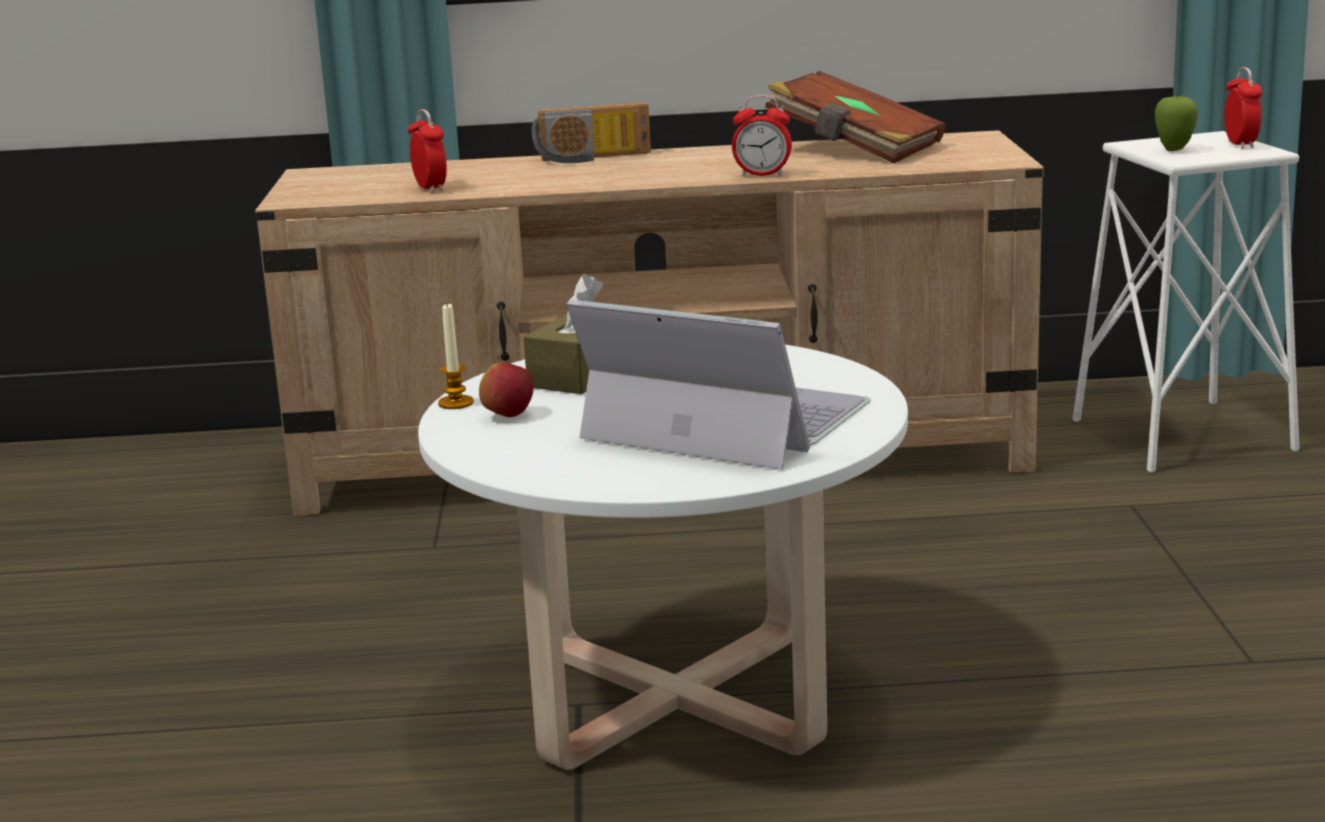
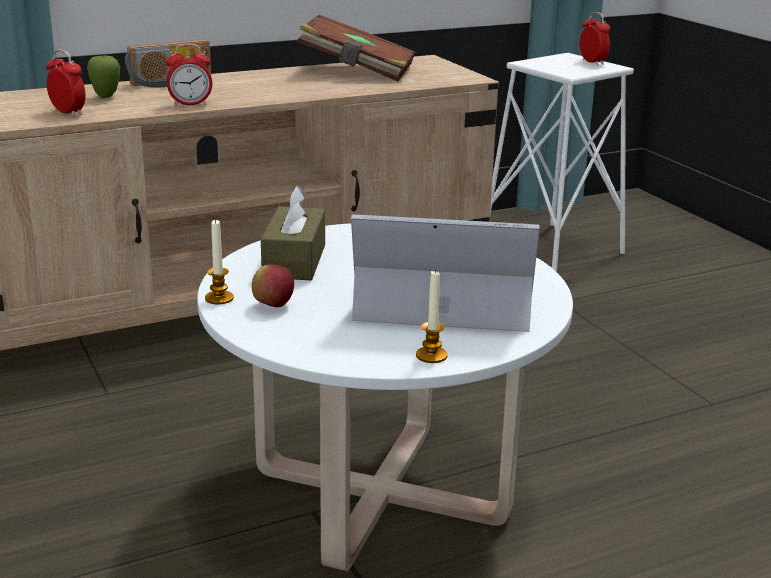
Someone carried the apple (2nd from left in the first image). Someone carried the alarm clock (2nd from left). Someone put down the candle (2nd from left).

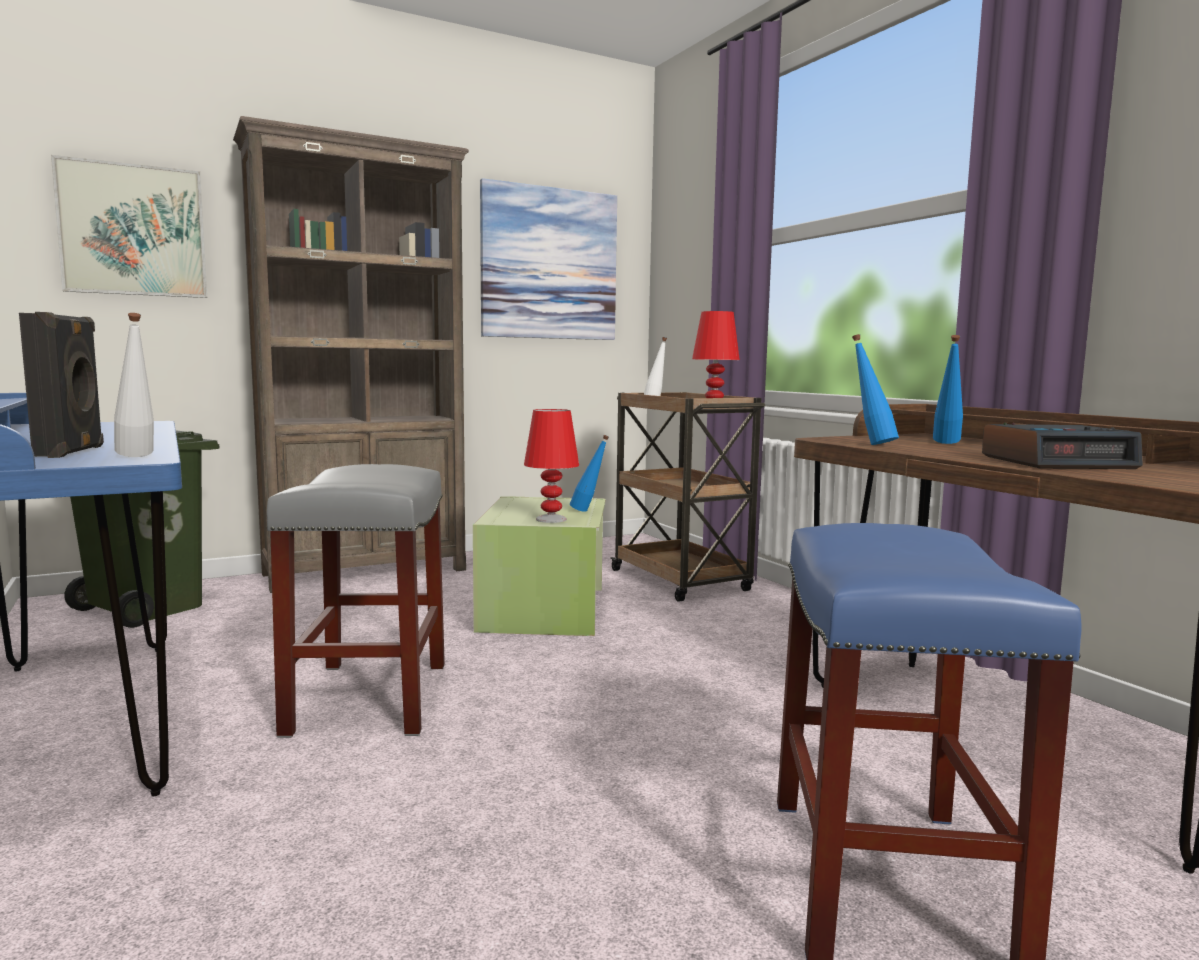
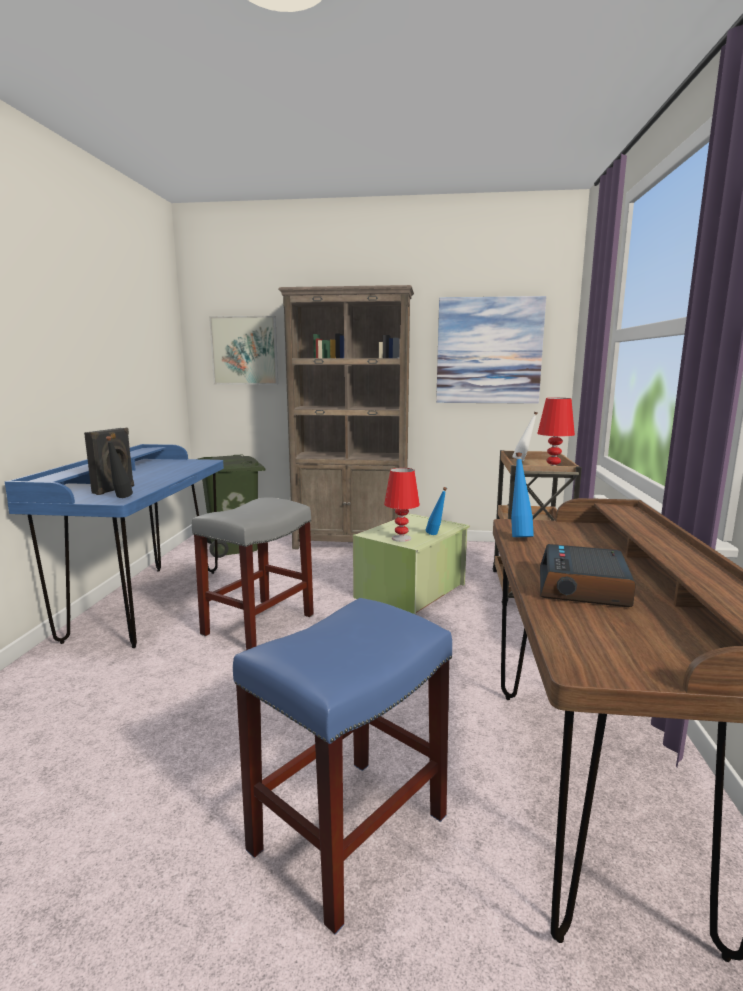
Someone repainted the white bottle (1st from left), which became the black bottle. Someone rotated the alarm clock by 75 degrees clockwise. Someone took away the blue bottle (3rd from left).

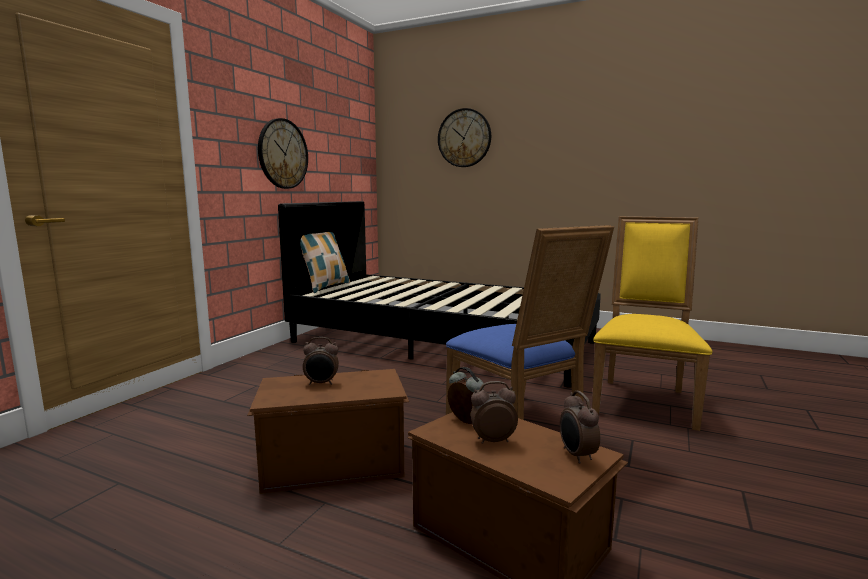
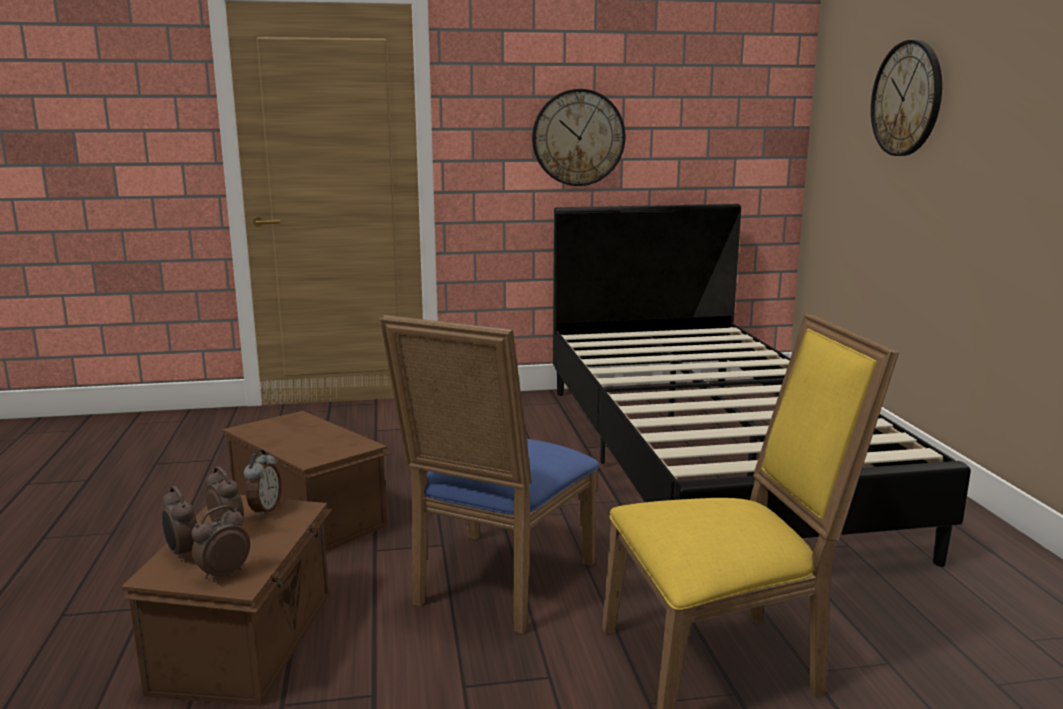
Someone carried the alarm clock (1st from left). Someone took away the pillow.

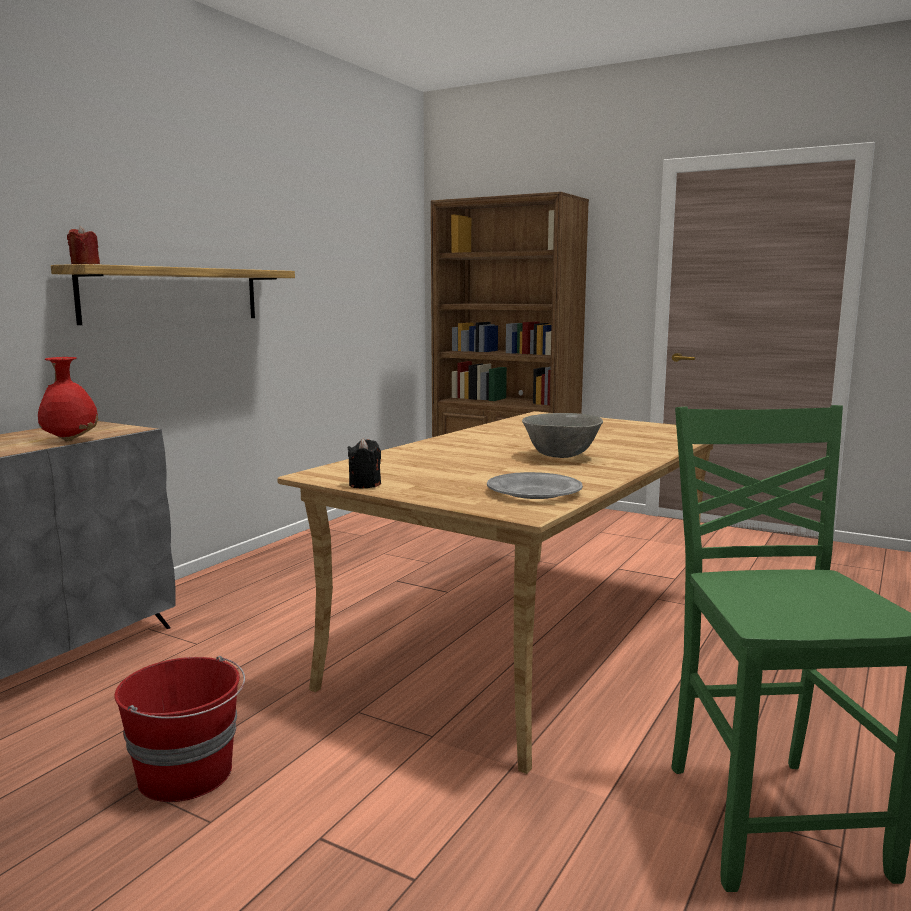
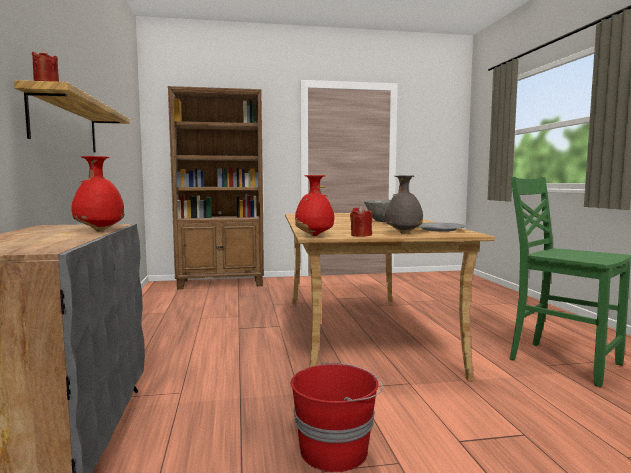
Someone put down the red vase (2nd from left). Someone repainted the black candle, which became the red candle (2nd from left). Someone put down the grey vase.

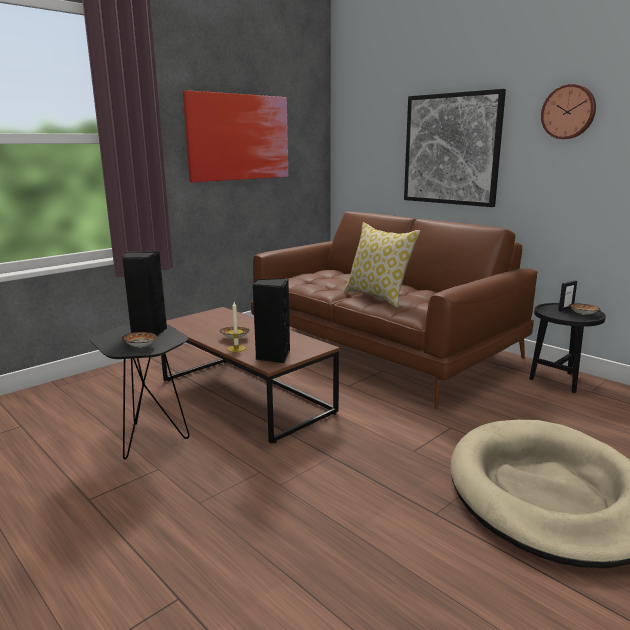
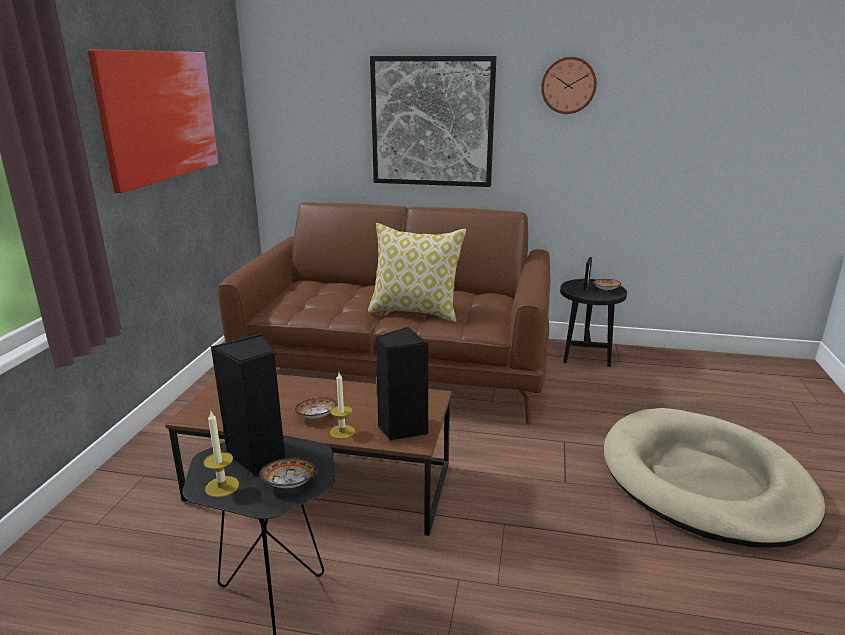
Someone put down the candle (1st from left).

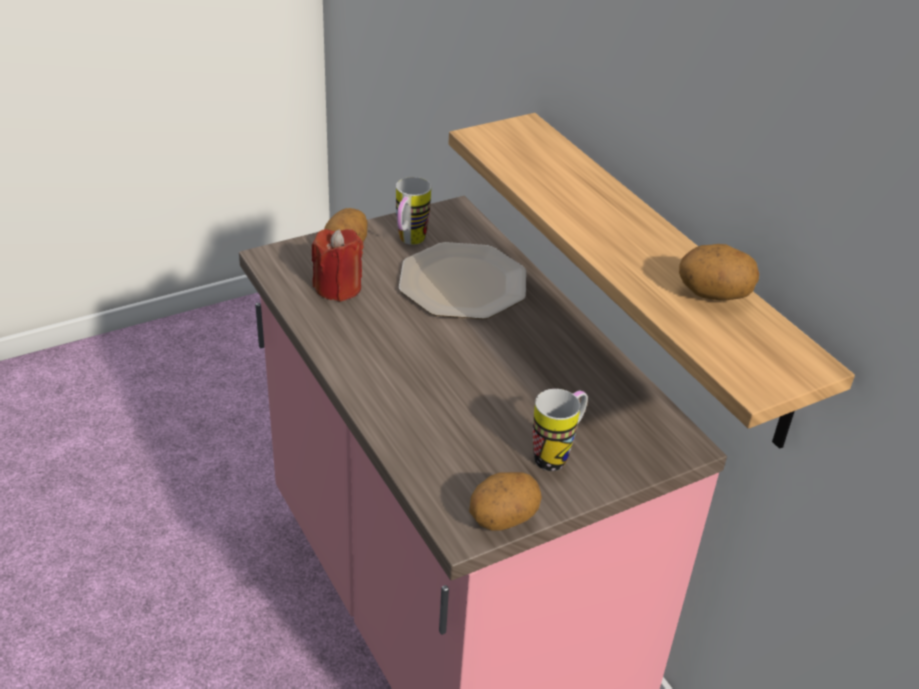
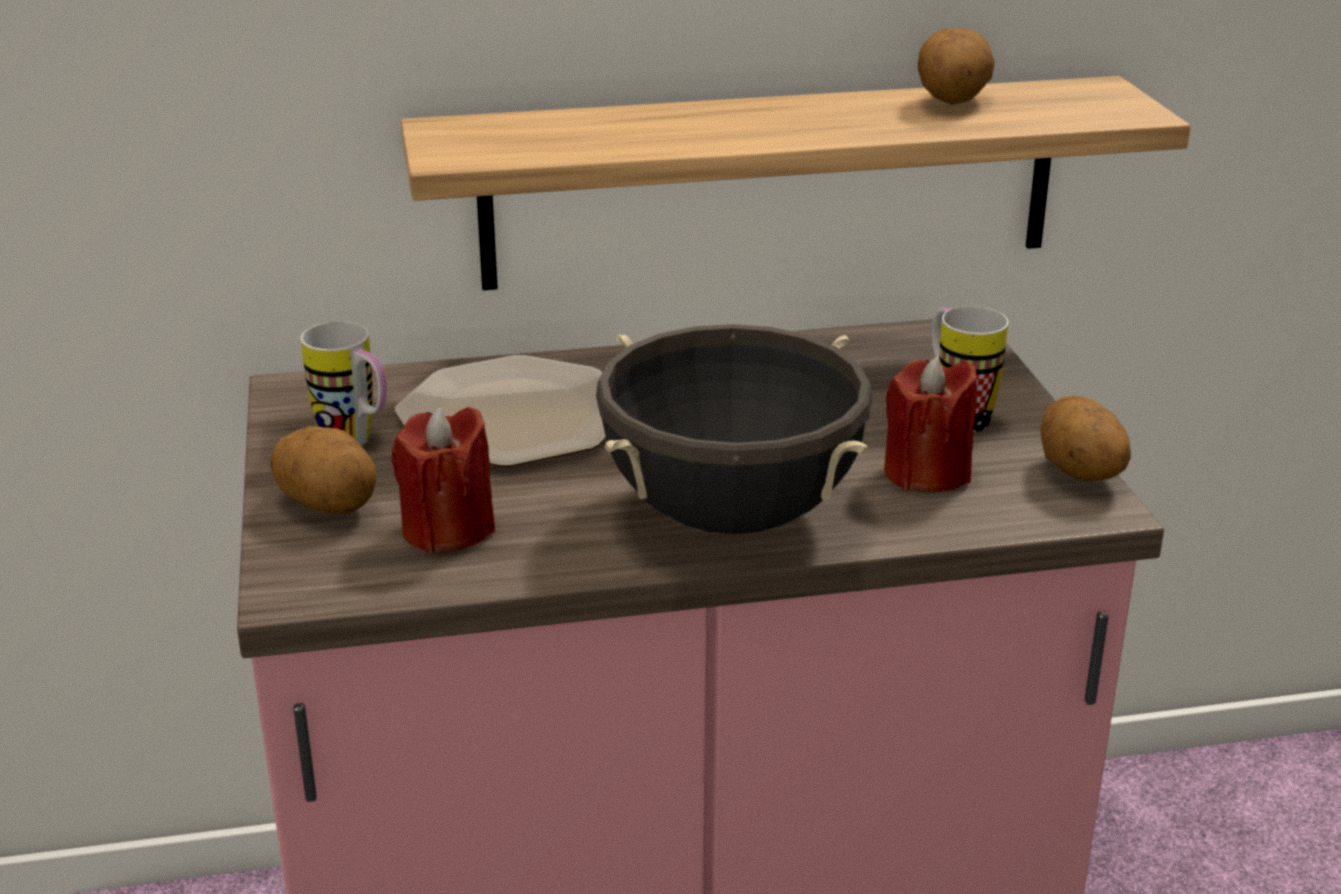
Someone put down the black cooking pot. Someone put down the red candle (2nd from left).

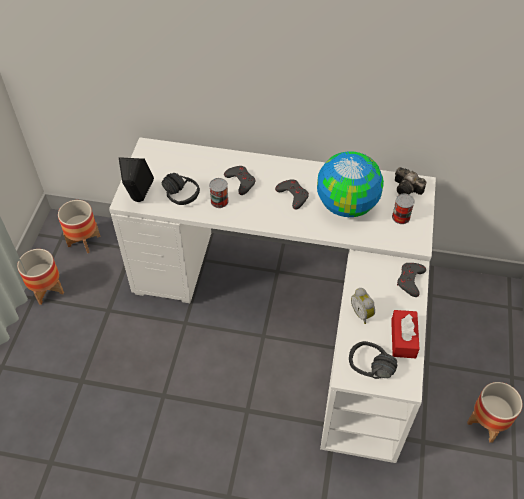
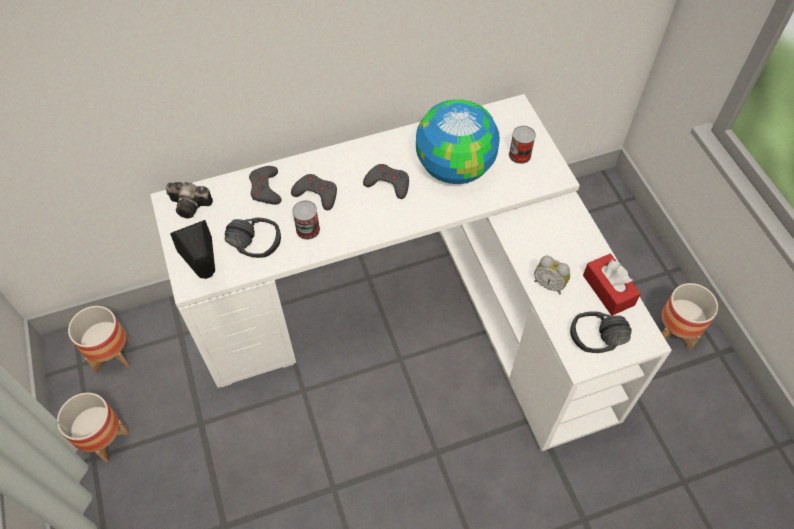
Someone carried the photo camera. Someone carried the grey game controller (3rd from left in the first image).

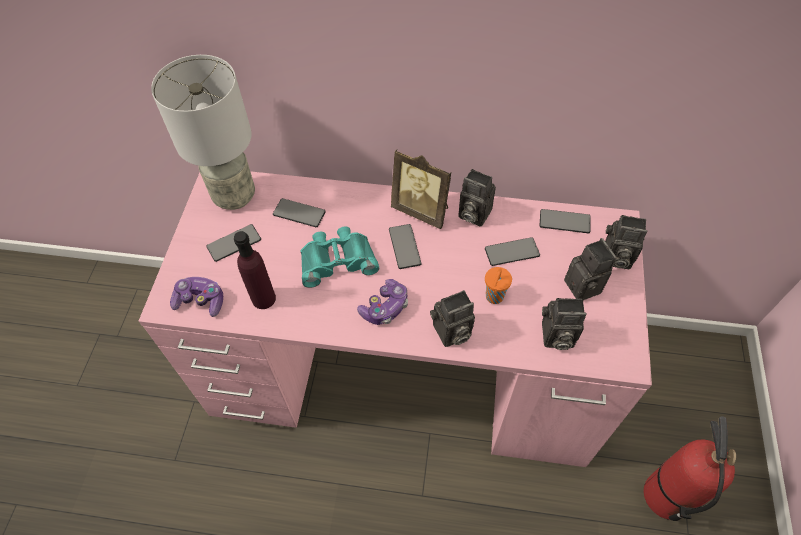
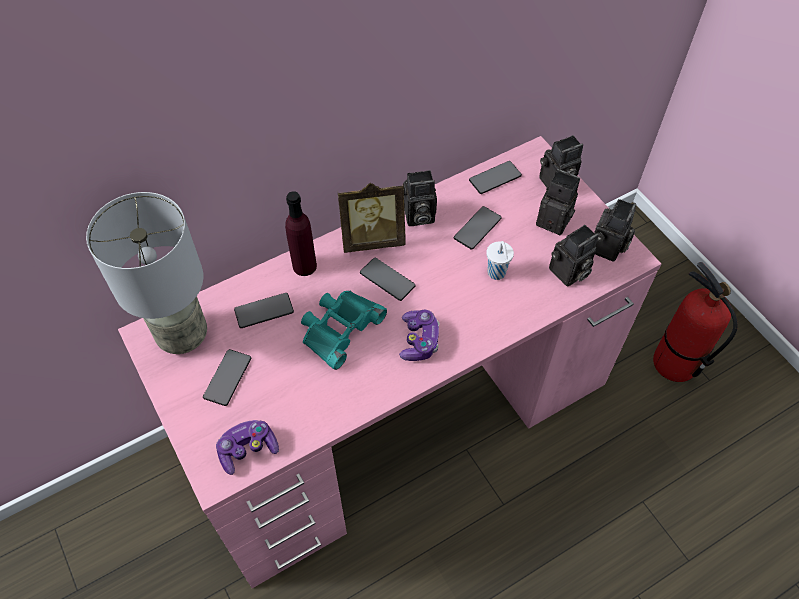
Someone carried the purple bottle. Someone repainted the orange cup, which became the white cup. Someone carried the photo camera (1st from left in the first image).

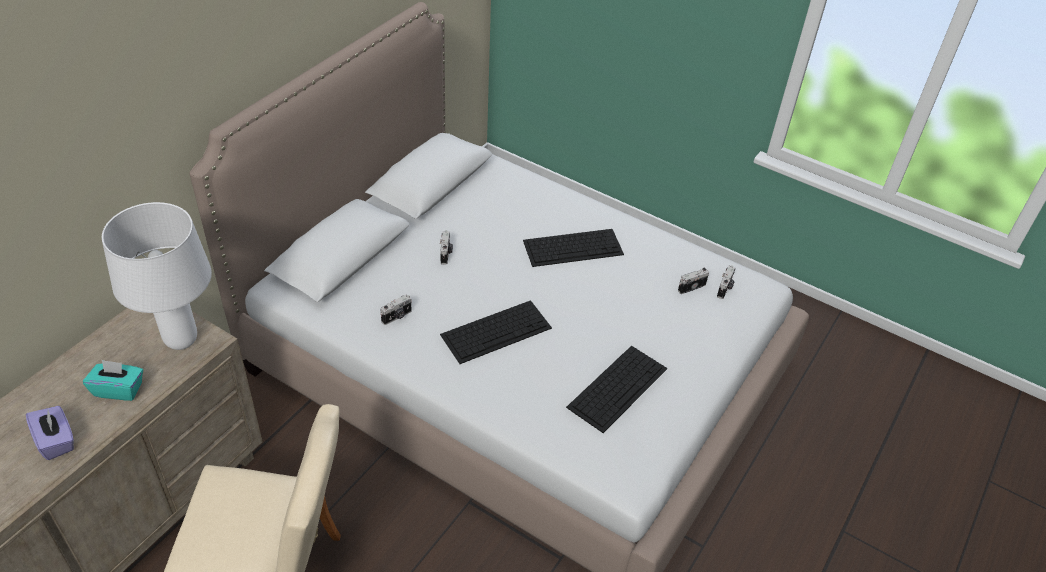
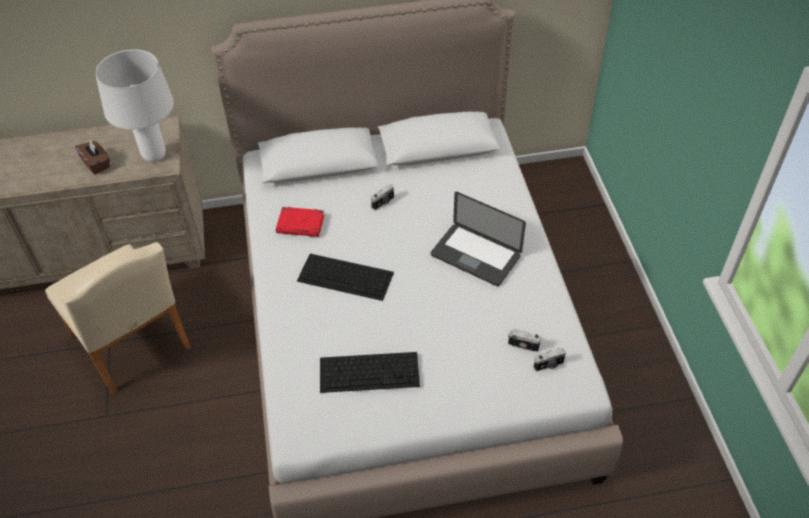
Someone repainted the turquoise tissue box, which became the brown tissue box. Someone swapped the photo camera (1st from left) for the red book. Someone swapped the keyboard (2nd from left) for the laptop. Someone took away the purple tissue box.

